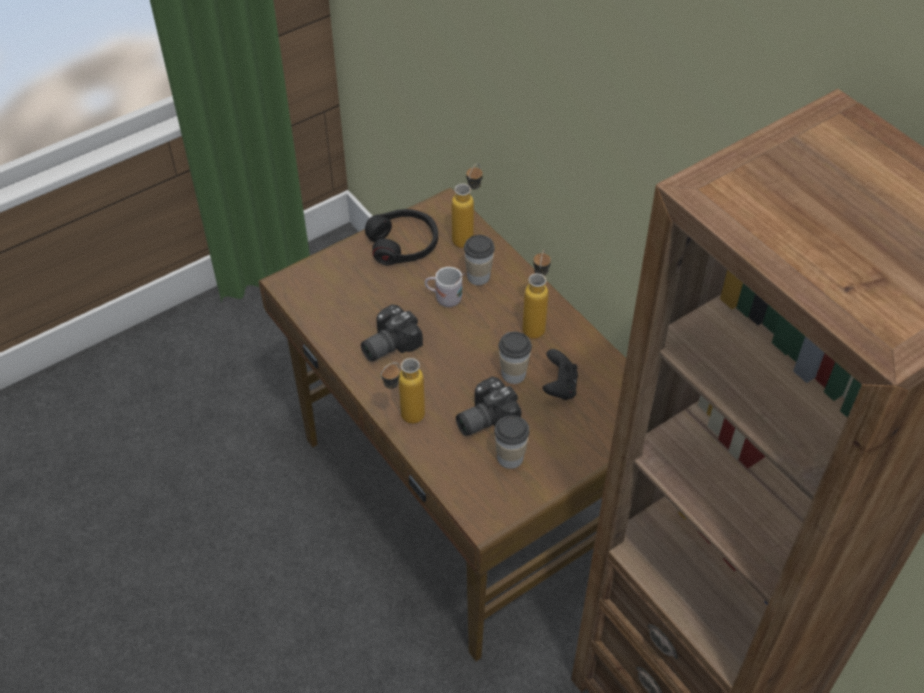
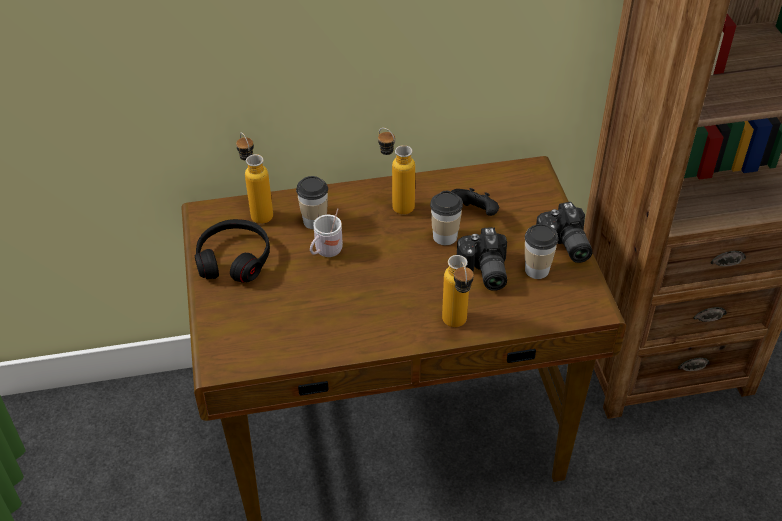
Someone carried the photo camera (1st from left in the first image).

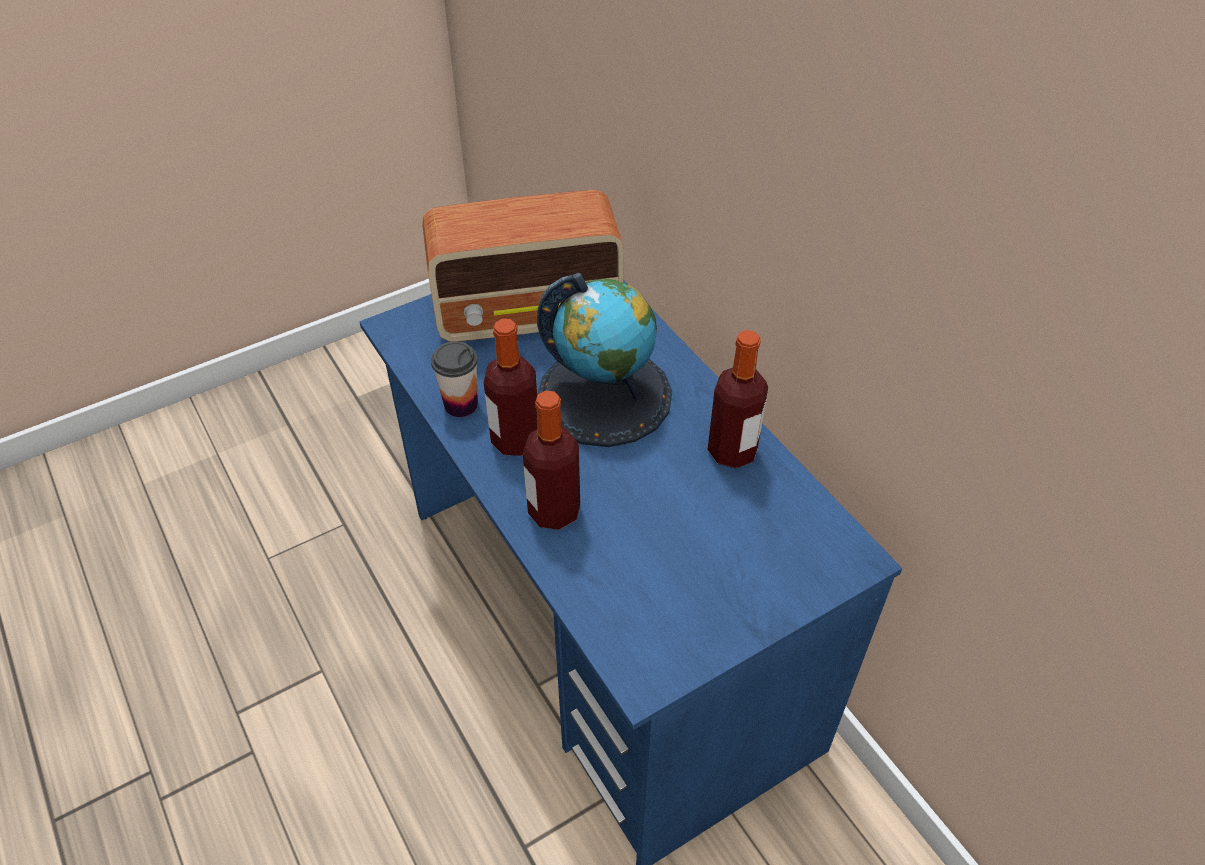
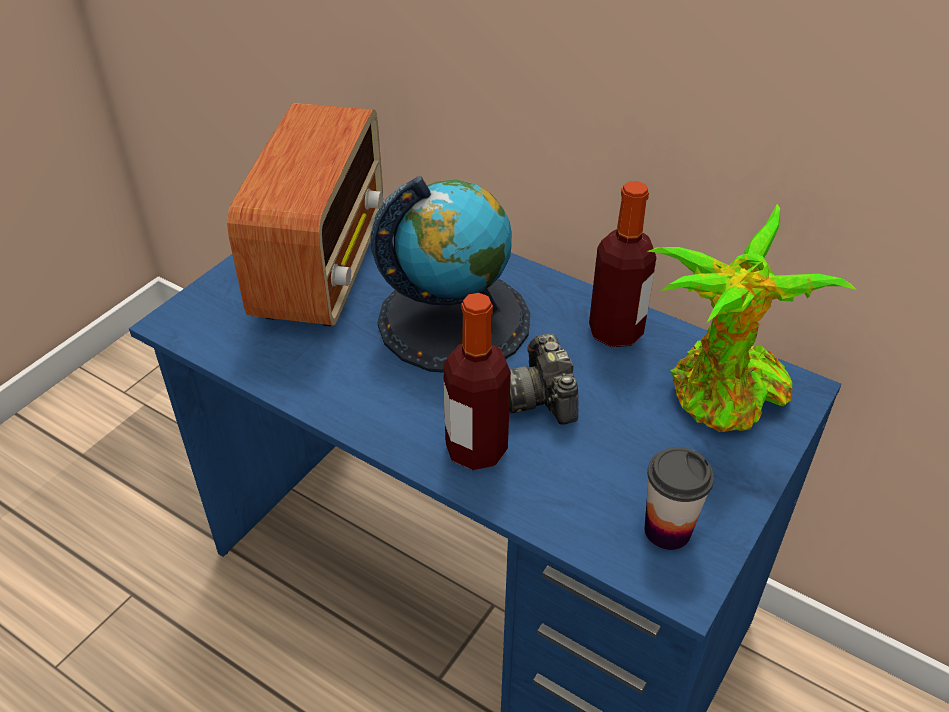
Someone rotated the radio by 45 degrees counterclockwise. Someone put down the photo camera. Someone carried the cup. Someone put down the potted plant. Someone took away the bottle (1st from left).

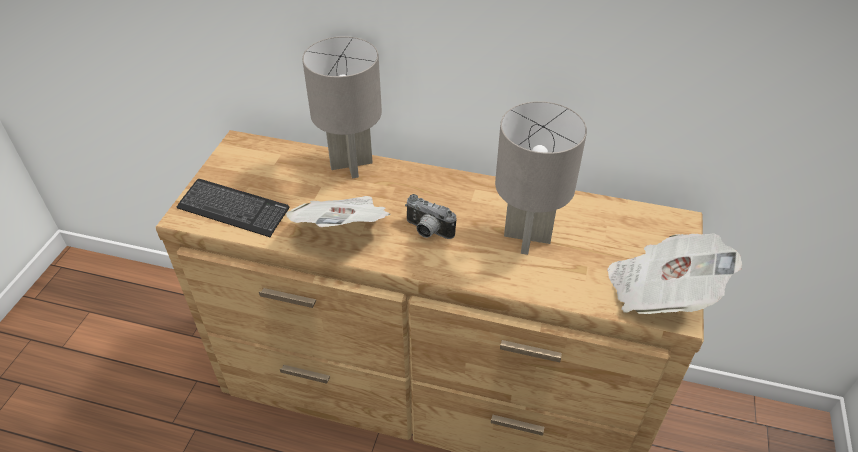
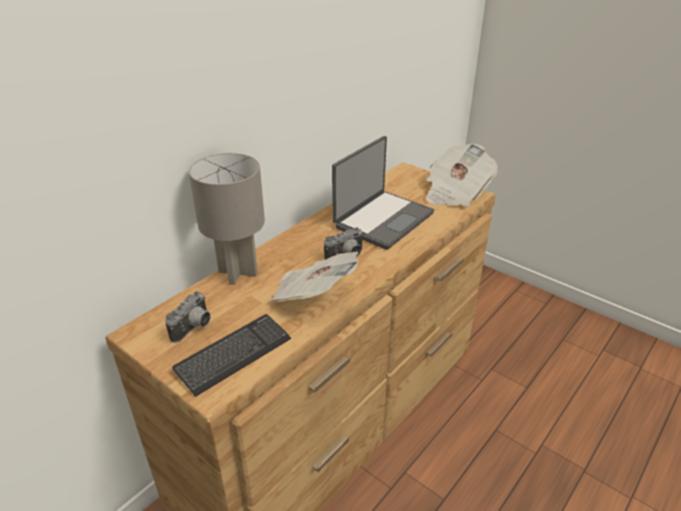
Someone put down the photo camera (1st from left). Someone swapped the grey table lamp (2nd from left) for the laptop.

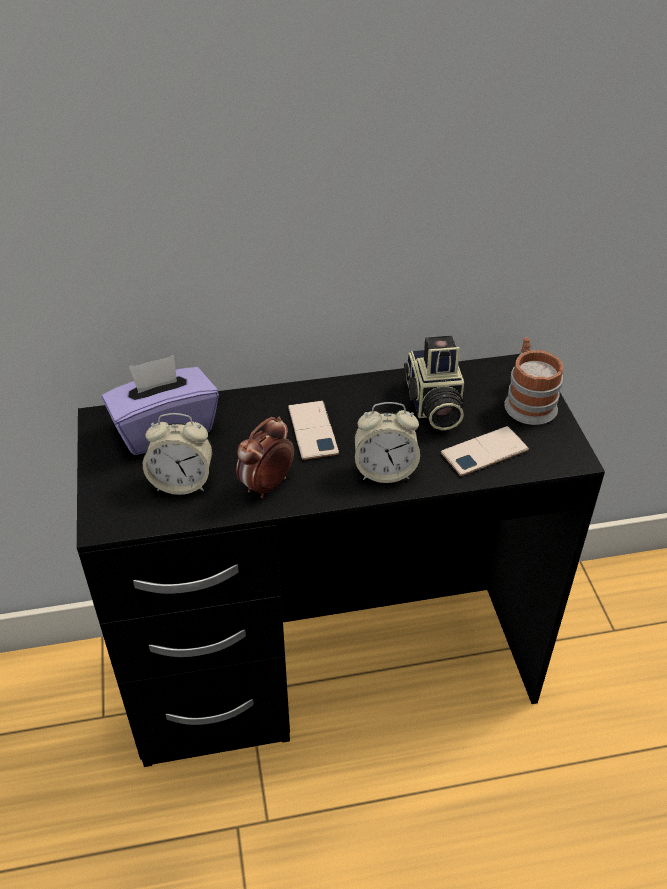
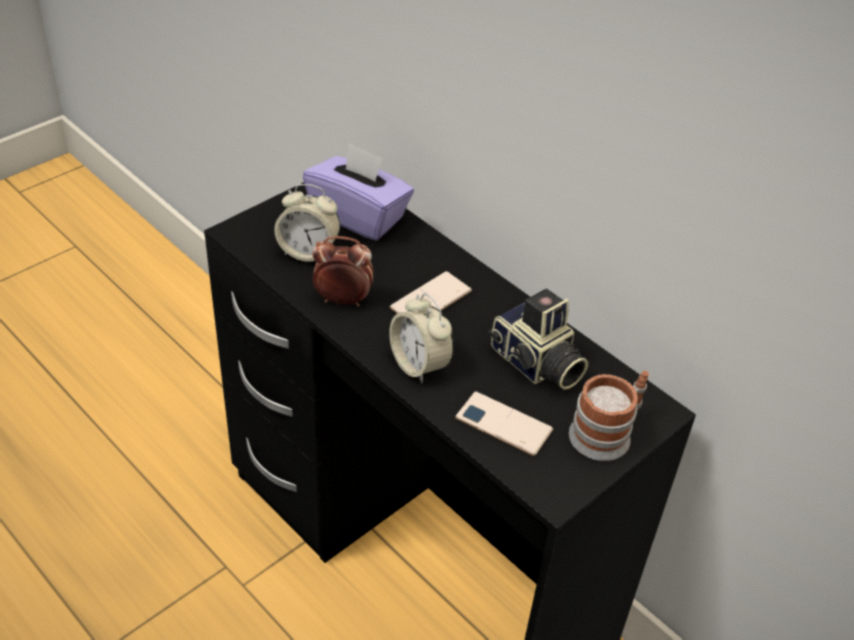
Someone rotated the alarm clock (1st from left) by 45 degrees counterclockwise. Someone rotated the photo camera by 90 degrees counterclockwise.

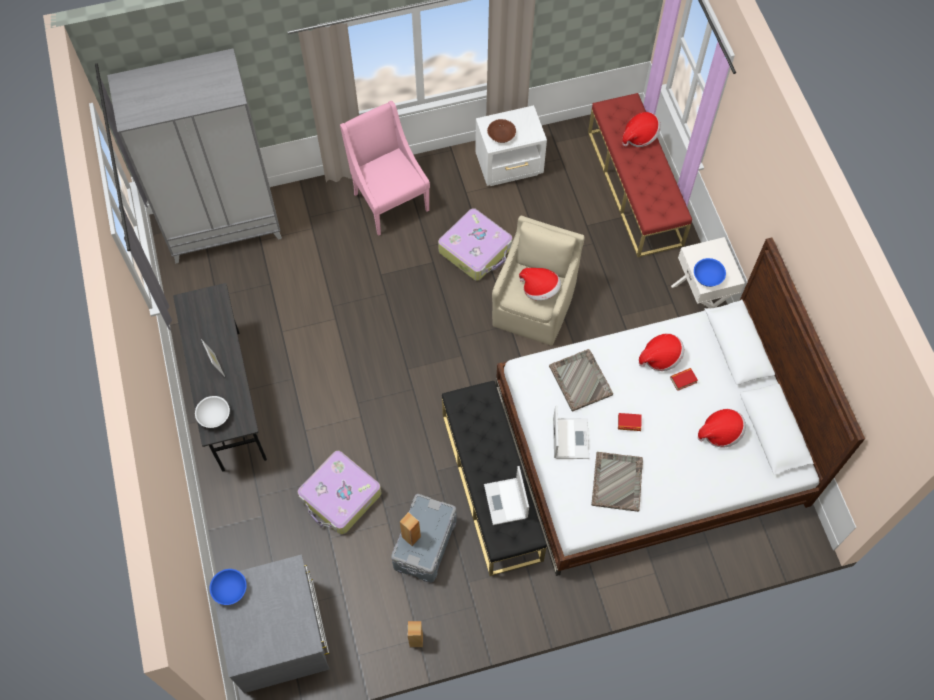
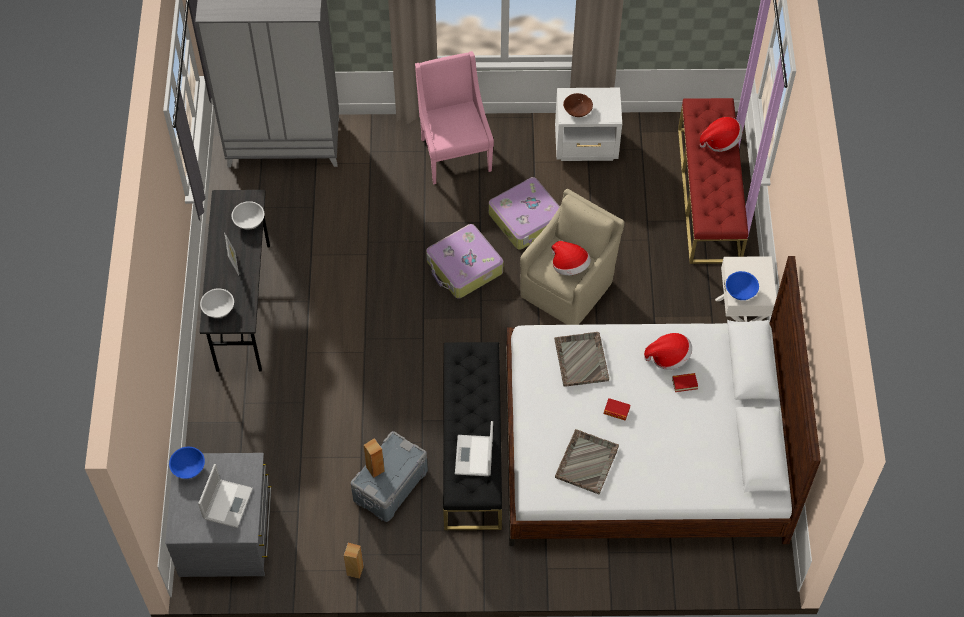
Someone carried the laptop (2nd from left in the first image). Someone put down the white bowl (2nd from left). Someone carried the suitcase (1st from left). Someone took away the hat (4th from left).

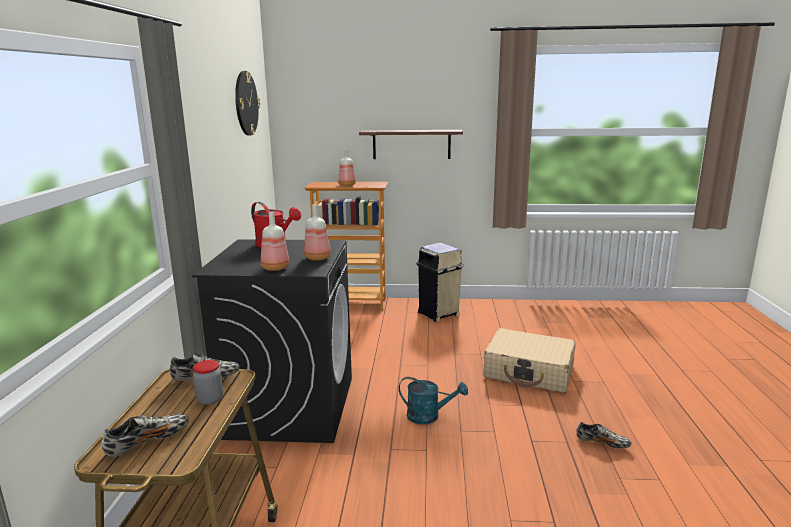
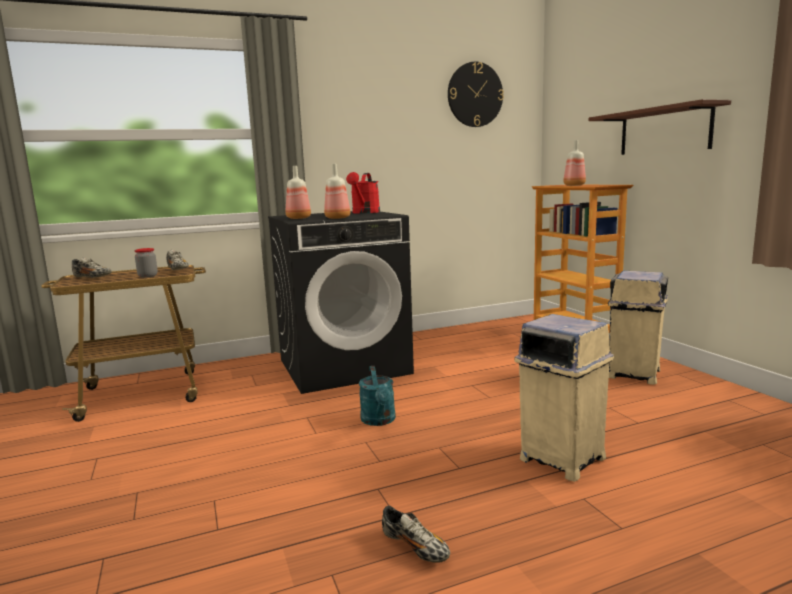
Someone rotated the shoe (3rd from left) by 45 degrees counterclockwise. Someone swapped the beige suitcase for the beige trash can (1st from left).

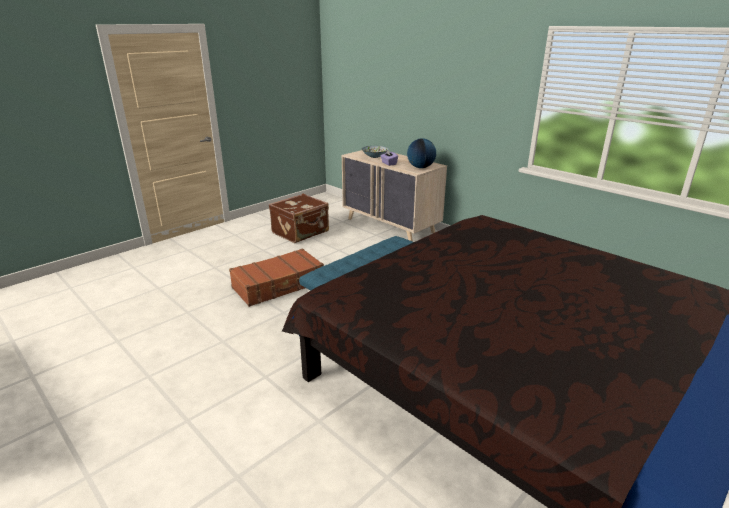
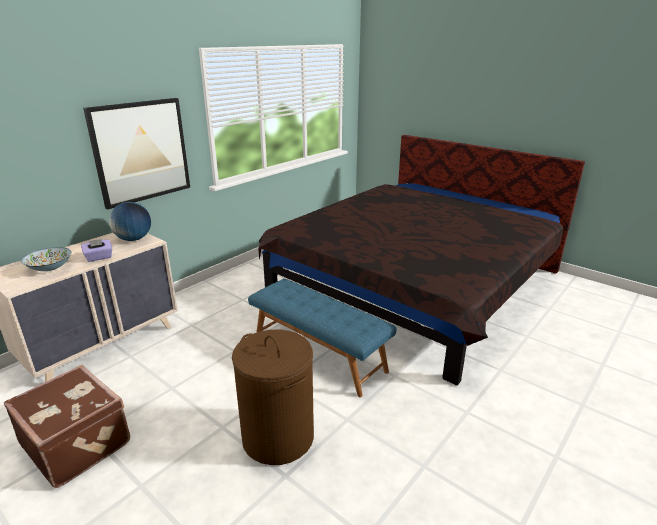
Someone put up the picture. Someone swapped the brown suitcase (1st from left) for the brown laundry basket.

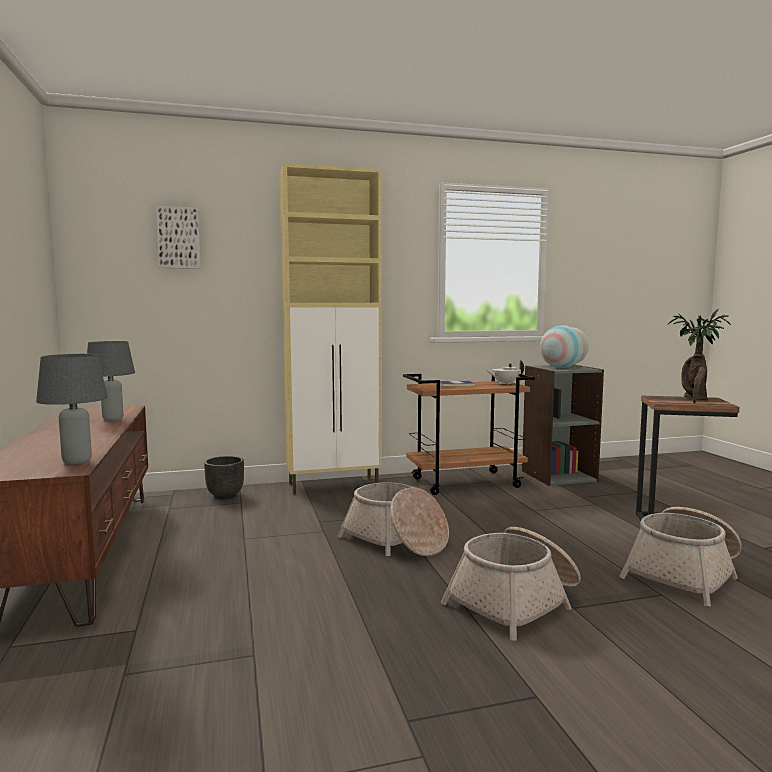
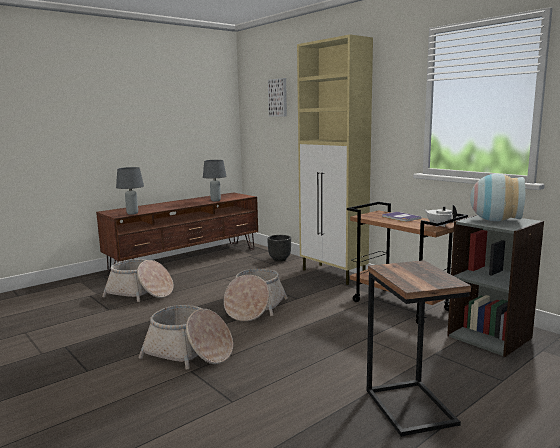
Someone carried the basket (3rd from left in the first image). Someone took away the potted plant.

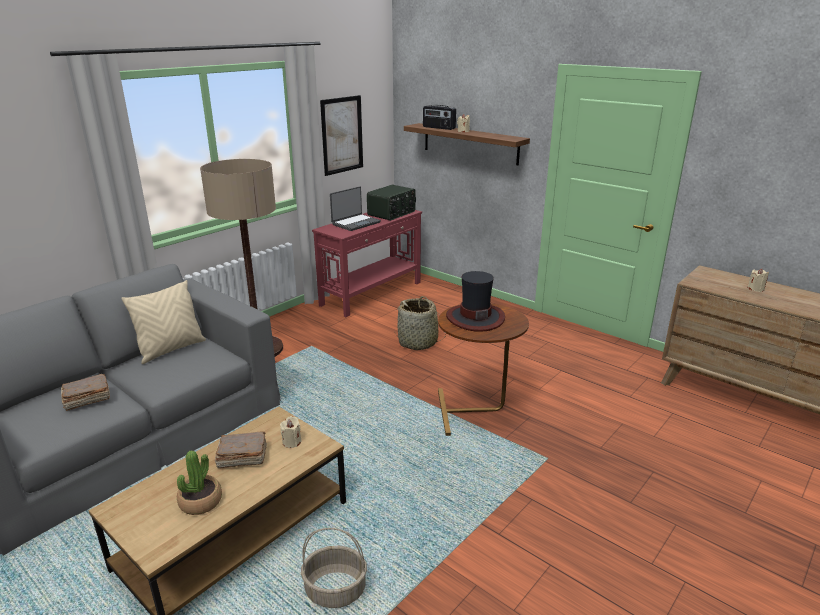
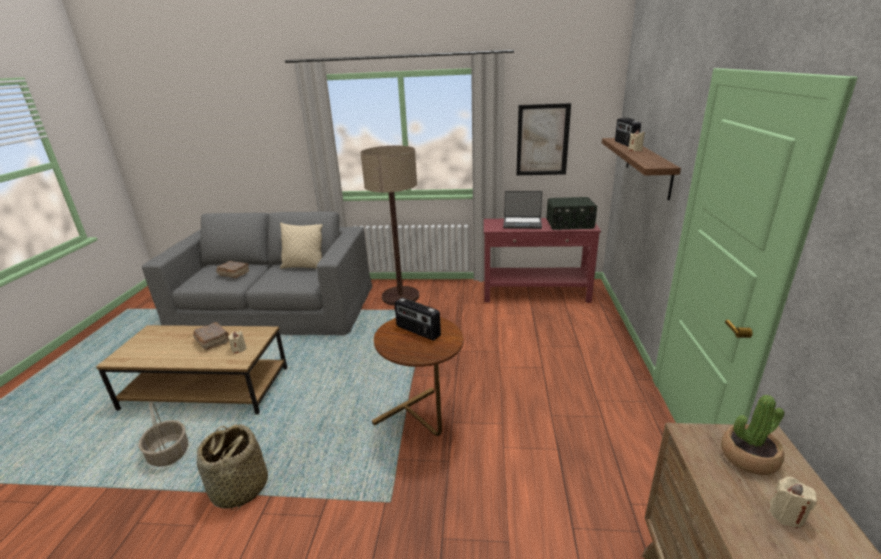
Someone carried the basket (2nd from left). Someone swapped the hat for the radio (1st from left). Someone carried the potted plant.

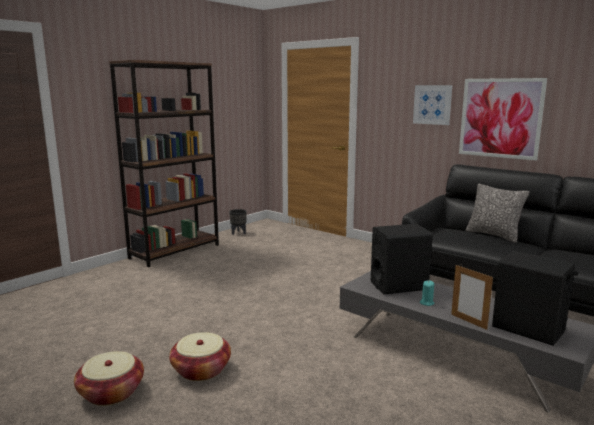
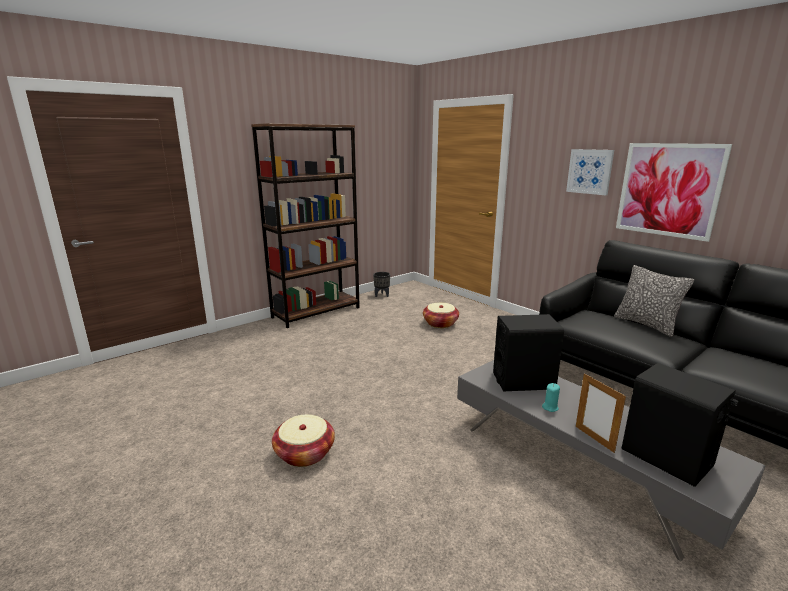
Someone carried the basket (1st from left in the first image).

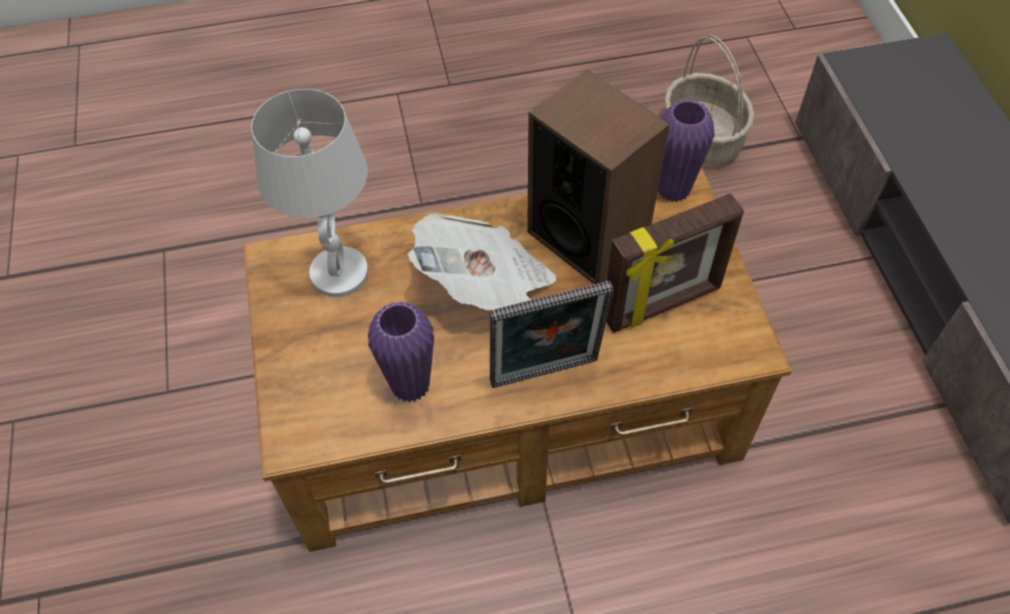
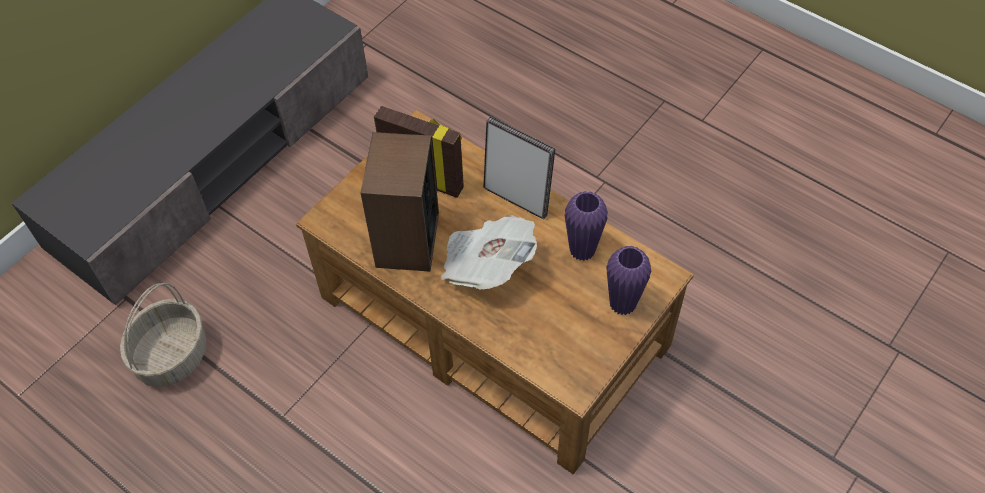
Someone carried the purple vase (2nd from left). Someone took away the white table lamp.

